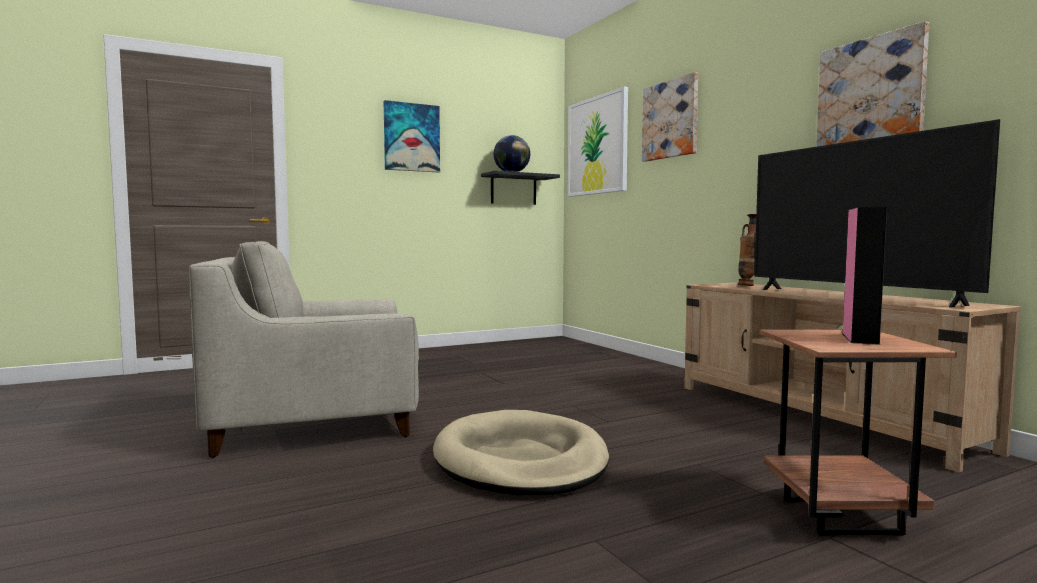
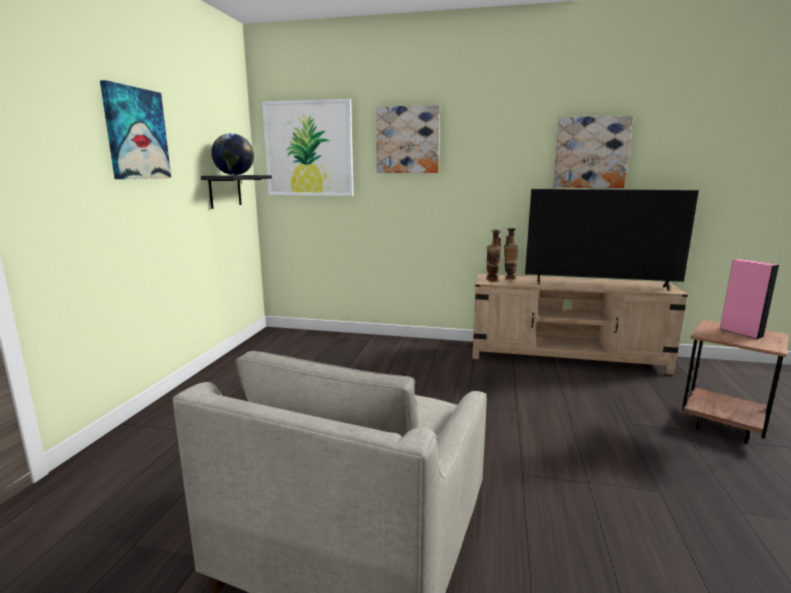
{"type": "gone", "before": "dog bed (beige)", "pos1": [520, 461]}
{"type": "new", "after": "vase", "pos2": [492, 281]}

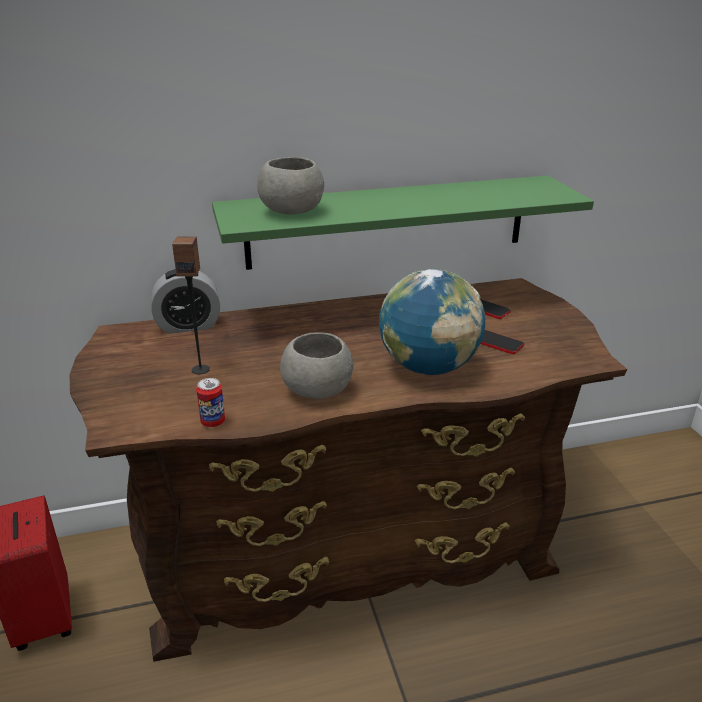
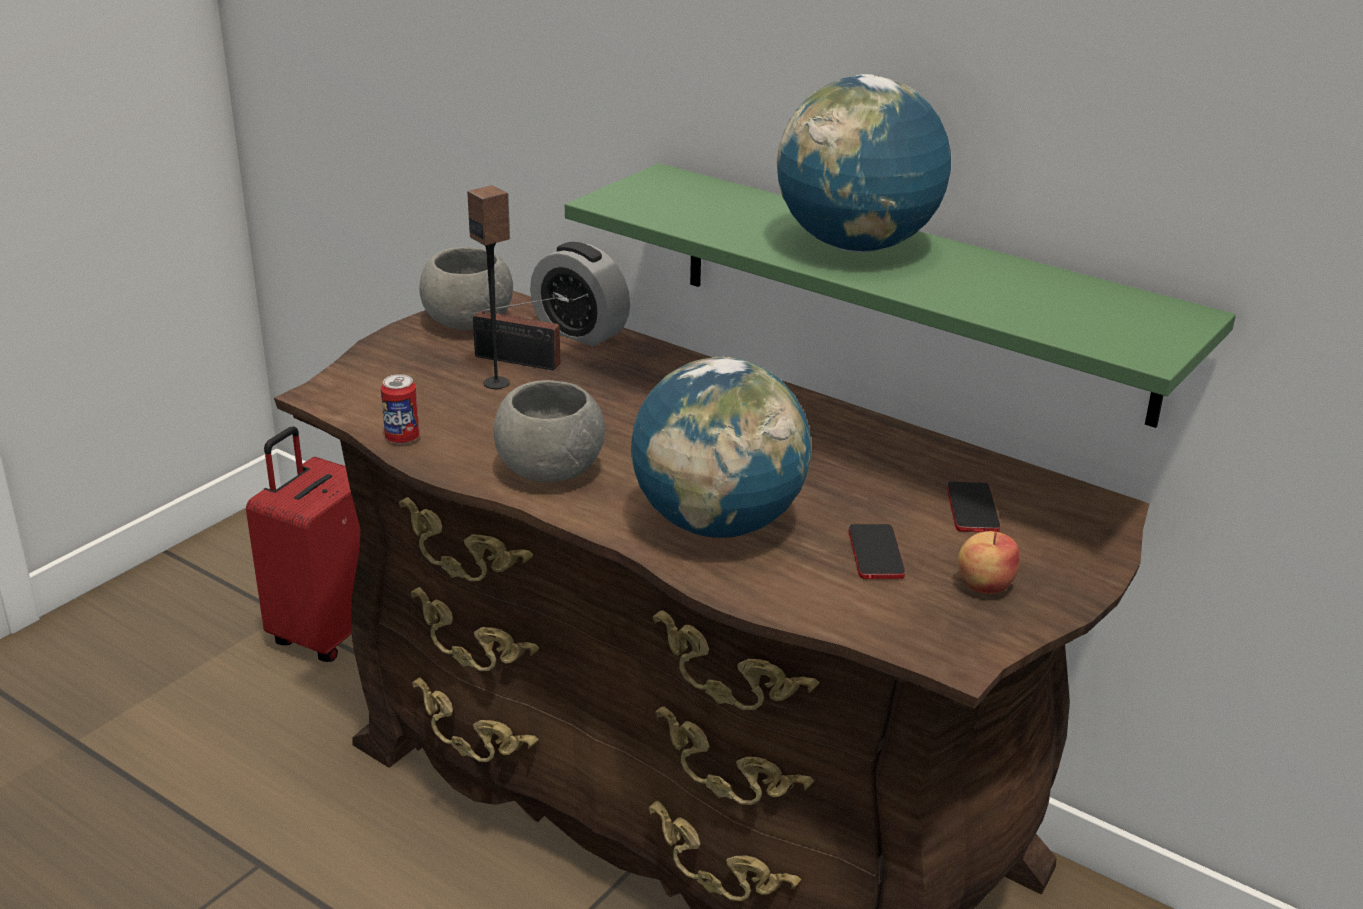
{"type": "new", "after": "radio", "pos2": [521, 362]}
{"type": "new", "after": "globe", "pos2": [856, 246]}
{"type": "new", "after": "apple", "pos2": [985, 585]}
{"type": "shifted", "before": "bowl (grey)", "pos1": [291, 211], "pos2": [468, 323]}

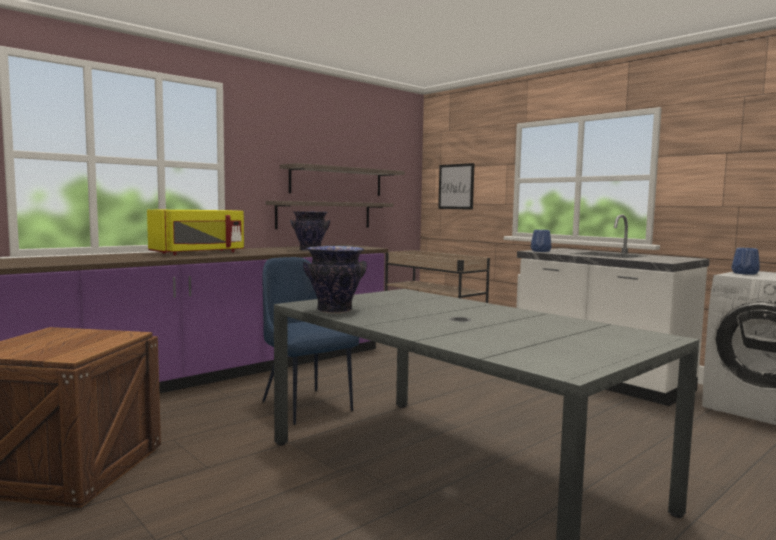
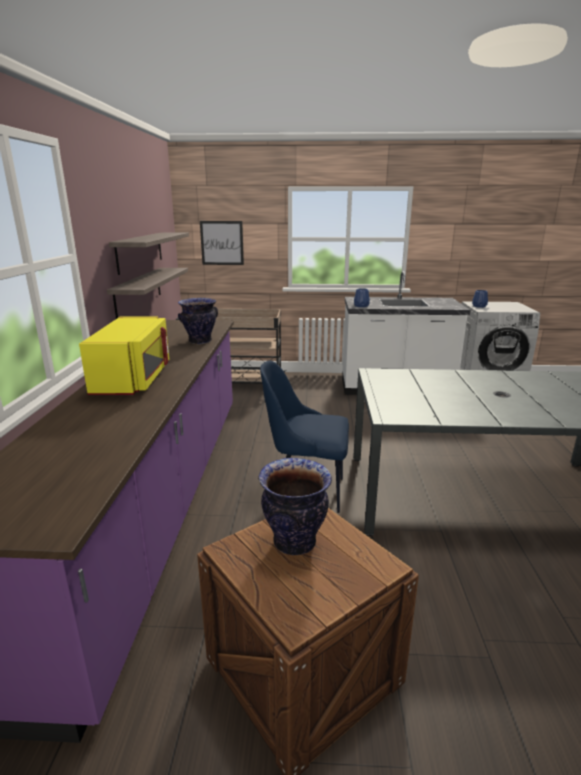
{"type": "shifted", "before": "vase", "pos1": [335, 311], "pos2": [295, 542]}

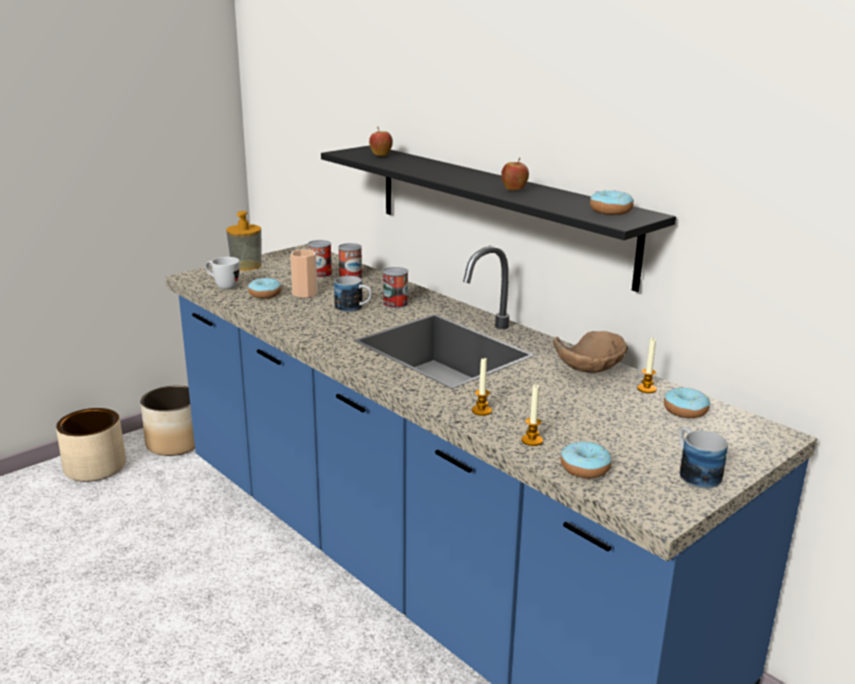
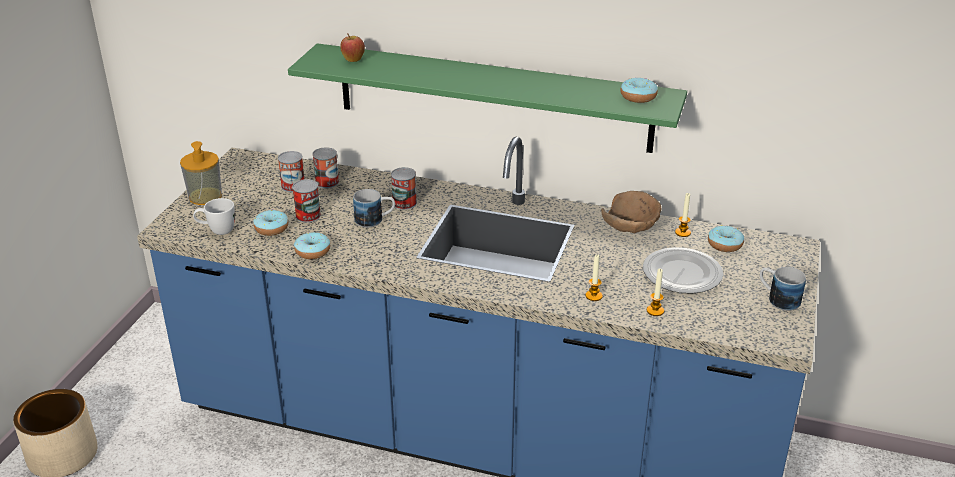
{"type": "gone", "before": "planter", "pos1": [175, 443]}
{"type": "gone", "before": "apple", "pos1": [514, 191]}
{"type": "new", "after": "plate", "pos2": [683, 274]}
{"type": "shifted", "before": "donut", "pos1": [584, 468], "pos2": [312, 251]}
{"type": "swapped", "before": "cup", "after": "can", "pos1": [305, 293], "pos2": [308, 215]}
{"type": "repainted", "before": "shelf (black)", "after": "shelf (green)", "pos1": [498, 211], "pos2": [493, 97]}

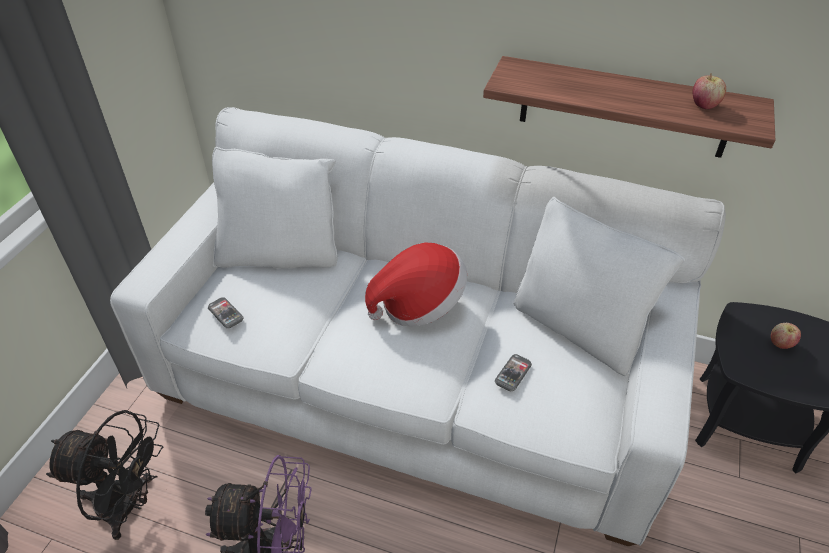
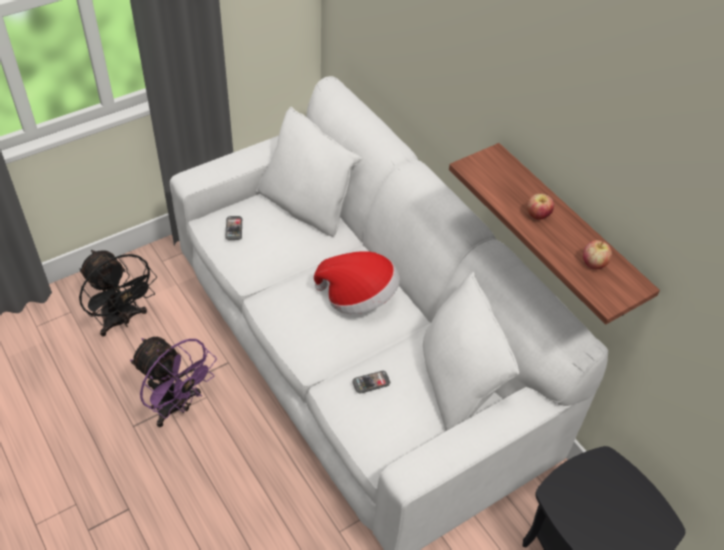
{"type": "shifted", "before": "apple", "pos1": [780, 344], "pos2": [537, 215]}

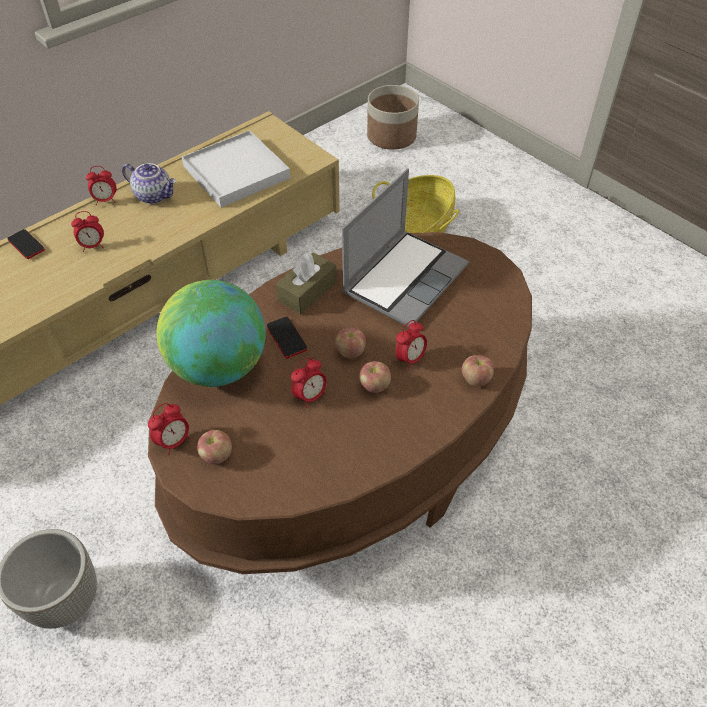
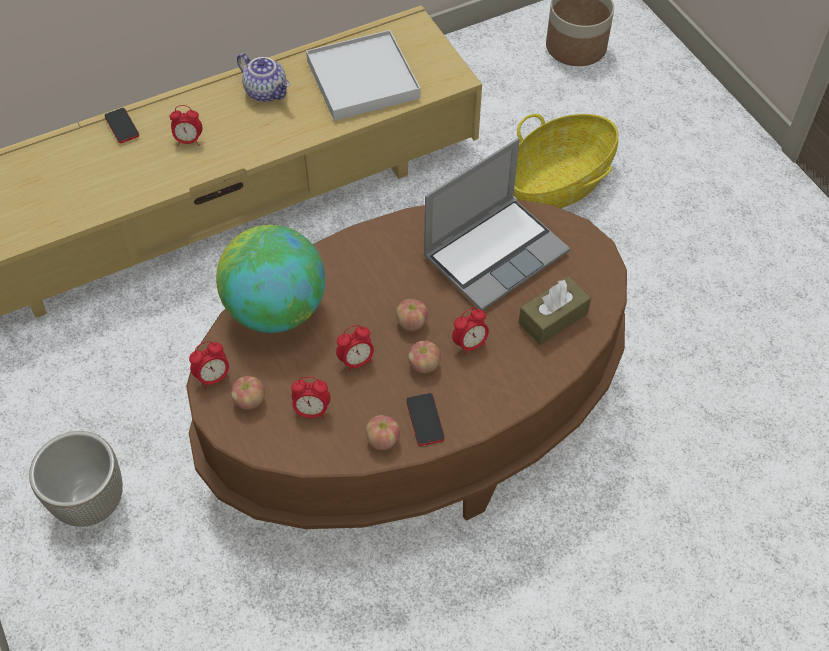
{"type": "shifted", "before": "alarm clock", "pos1": [106, 200], "pos2": [312, 411]}
{"type": "shifted", "before": "phone", "pos1": [286, 338], "pos2": [425, 420]}
{"type": "shifted", "before": "tissue box (brown)", "pos1": [307, 291], "pos2": [553, 318]}
{"type": "shifted", "before": "apple", "pos1": [475, 379], "pos2": [382, 440]}

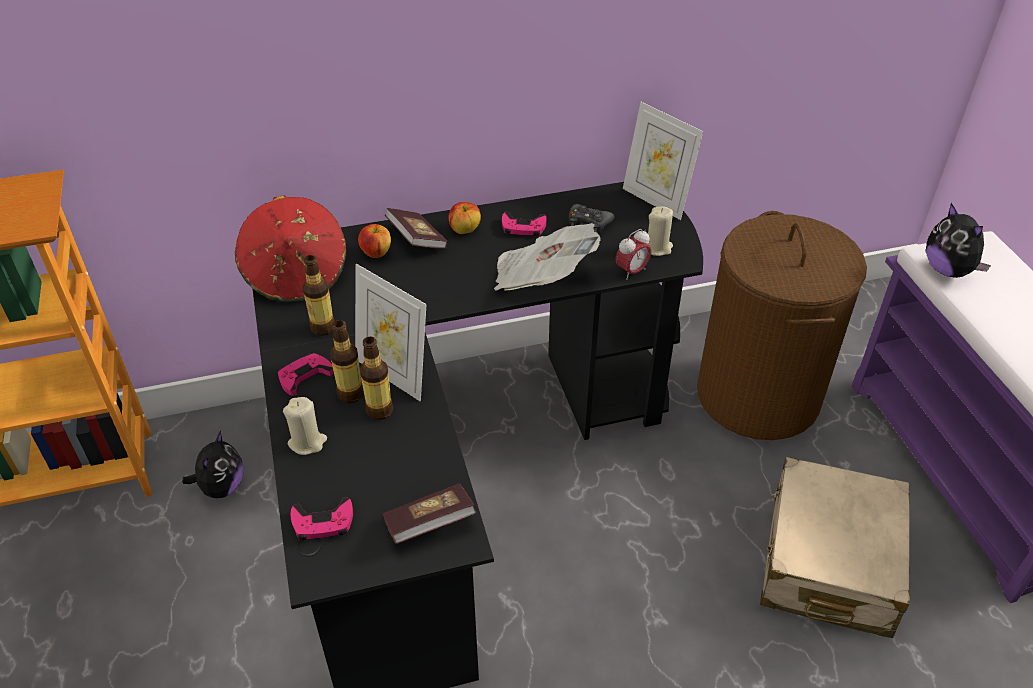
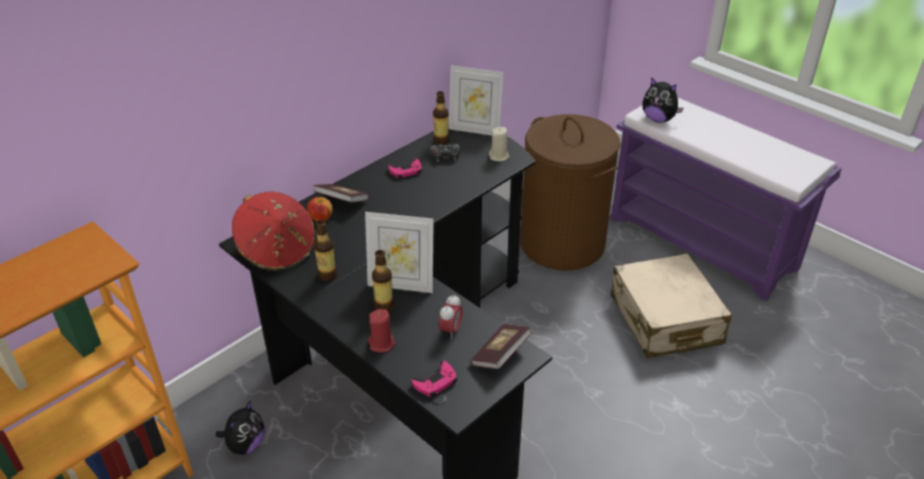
{"type": "gone", "before": "game controller (pink)", "pos1": [304, 376]}
{"type": "gone", "before": "apple", "pos1": [465, 230]}
{"type": "gone", "before": "newspaper", "pos1": [542, 279]}
{"type": "shifted", "before": "bottle", "pos1": [379, 410], "pos2": [441, 141]}
{"type": "shifted", "before": "alarm clock", "pos1": [631, 272], "pos2": [451, 330]}
{"type": "repainted", "before": "candle (beige)", "after": "candle (red)", "pos1": [307, 442], "pos2": [382, 344]}
{"type": "rotated", "before": "plush toy", "pos1": [221, 487], "pos2": [245, 445], "turn": 45}

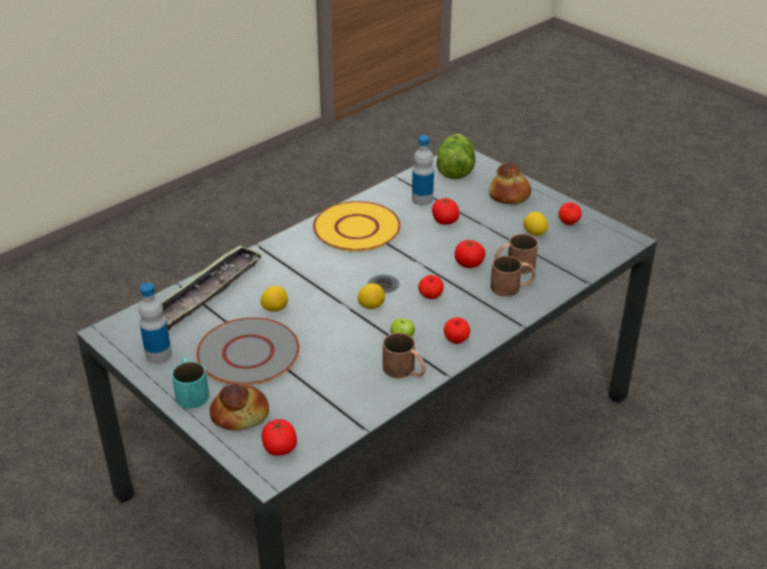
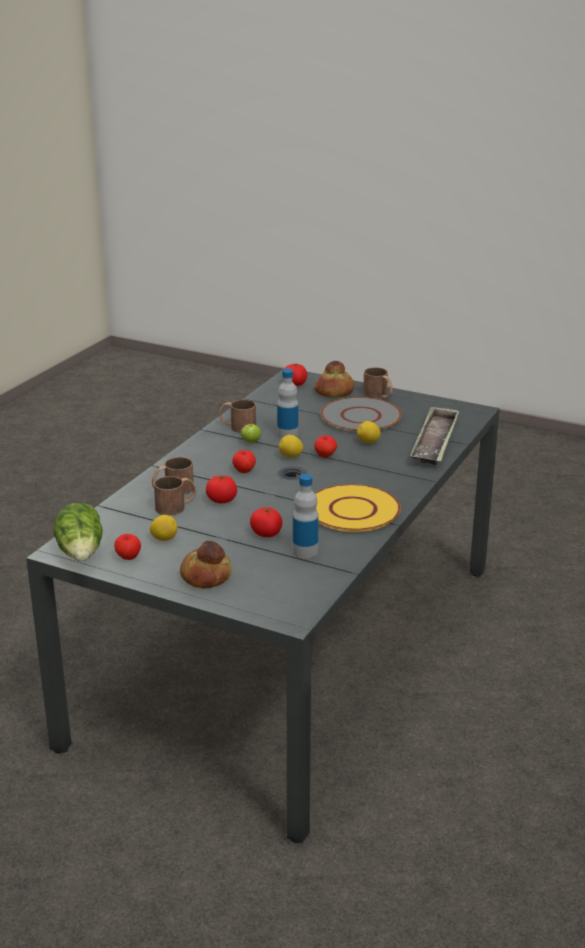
{"type": "shifted", "before": "bottle", "pos1": [158, 354], "pos2": [287, 435]}
{"type": "shifted", "before": "lettuce", "pos1": [454, 169], "pos2": [81, 553]}
{"type": "shifted", "before": "apple", "pos1": [456, 340], "pos2": [325, 456]}
{"type": "repainted", "before": "mug (turquoise)", "after": "mug (brown)", "pos1": [190, 391], "pos2": [379, 395]}

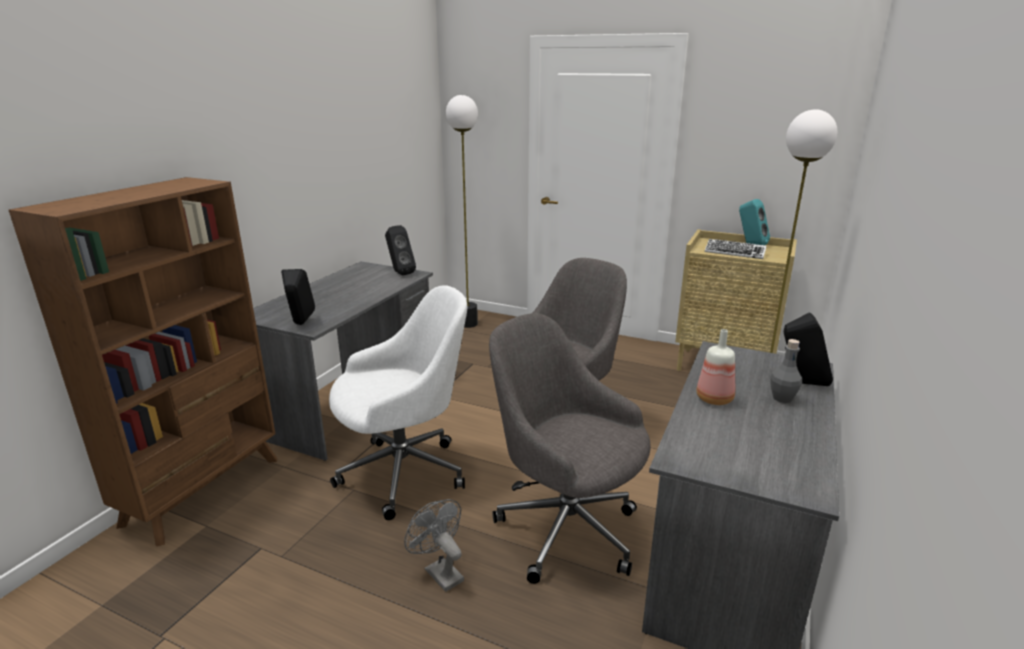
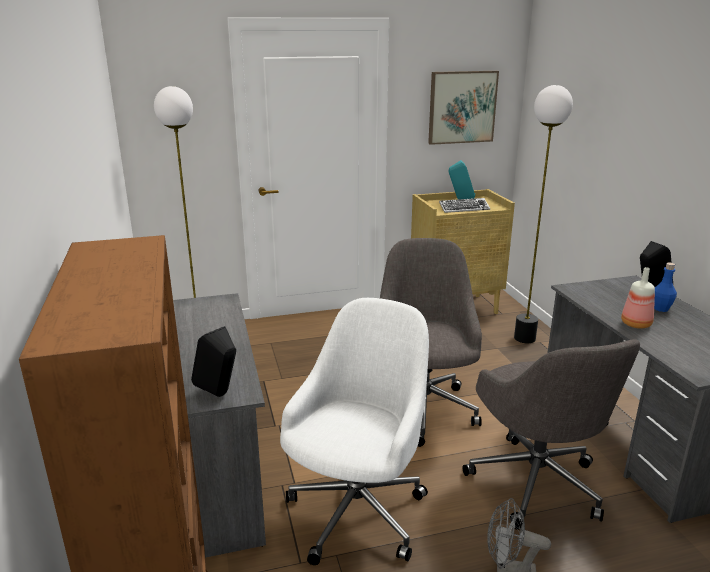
{"type": "gone", "before": "speaker (black)", "pos1": [399, 273]}
{"type": "new", "after": "picture", "pos2": [462, 107]}
{"type": "repainted", "before": "bottle (grey)", "after": "bottle (blue)", "pos1": [782, 398], "pos2": [661, 309]}
{"type": "rotated", "before": "office chair (grey)", "pos1": [565, 530], "pos2": [536, 484], "turn": -105}

